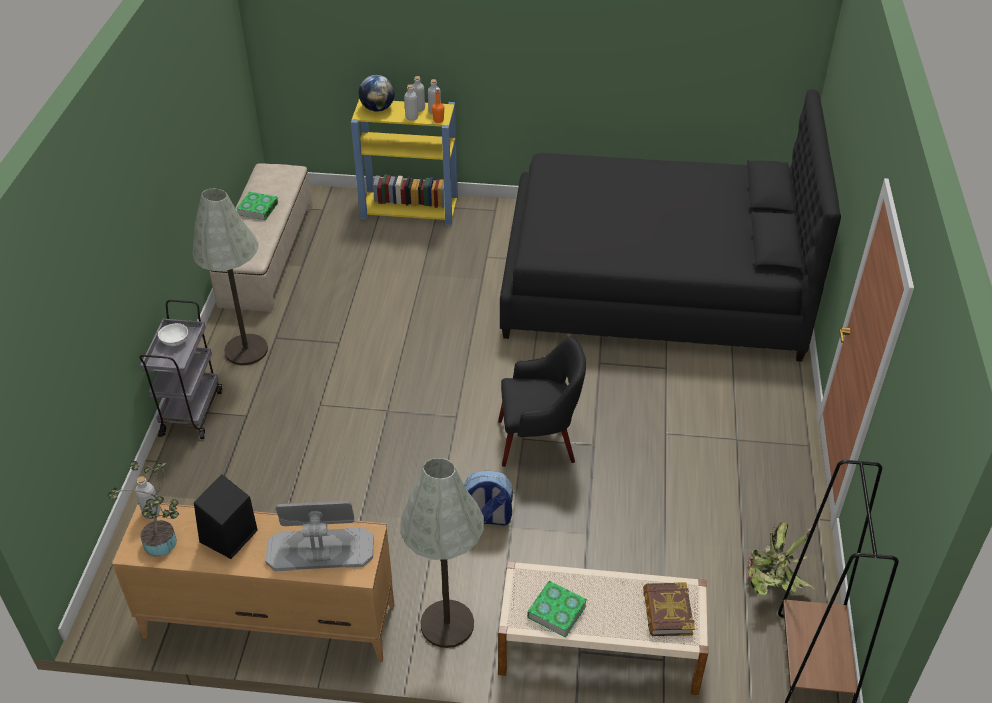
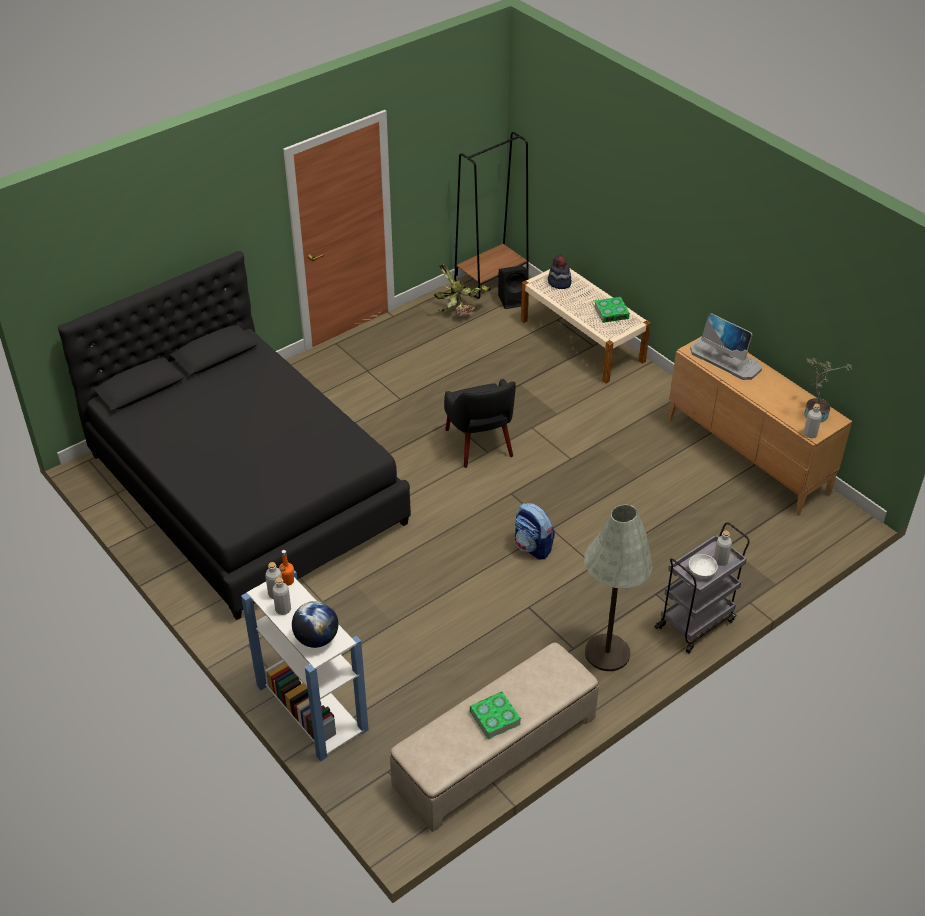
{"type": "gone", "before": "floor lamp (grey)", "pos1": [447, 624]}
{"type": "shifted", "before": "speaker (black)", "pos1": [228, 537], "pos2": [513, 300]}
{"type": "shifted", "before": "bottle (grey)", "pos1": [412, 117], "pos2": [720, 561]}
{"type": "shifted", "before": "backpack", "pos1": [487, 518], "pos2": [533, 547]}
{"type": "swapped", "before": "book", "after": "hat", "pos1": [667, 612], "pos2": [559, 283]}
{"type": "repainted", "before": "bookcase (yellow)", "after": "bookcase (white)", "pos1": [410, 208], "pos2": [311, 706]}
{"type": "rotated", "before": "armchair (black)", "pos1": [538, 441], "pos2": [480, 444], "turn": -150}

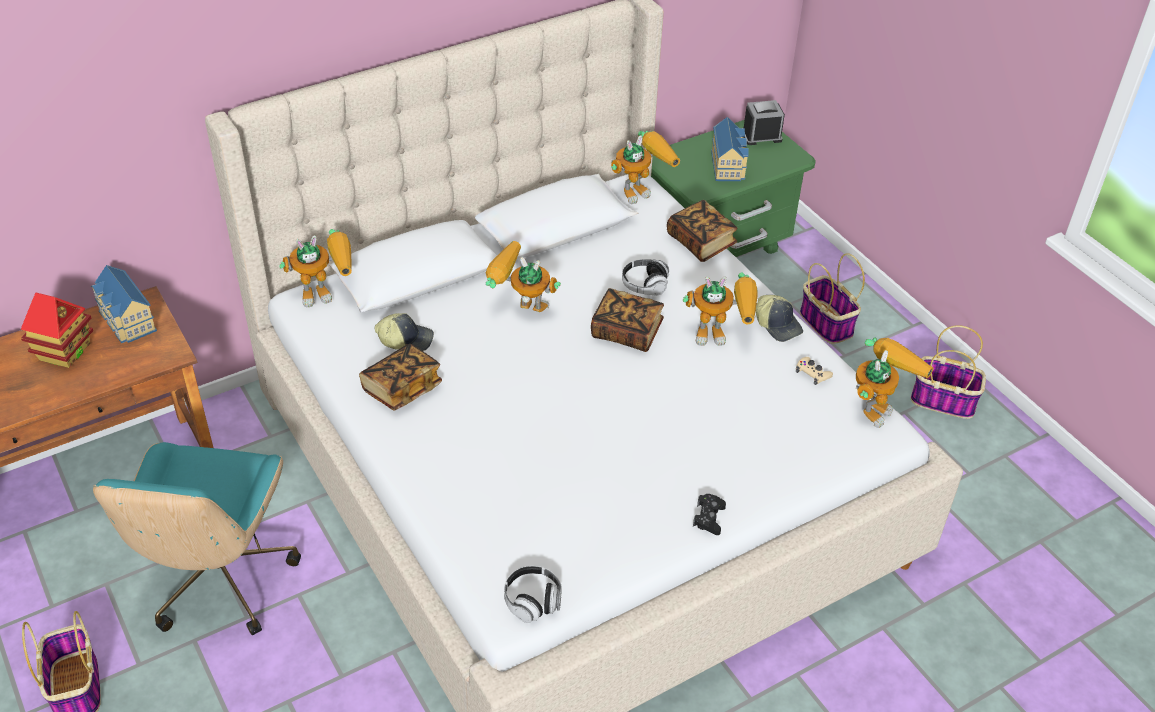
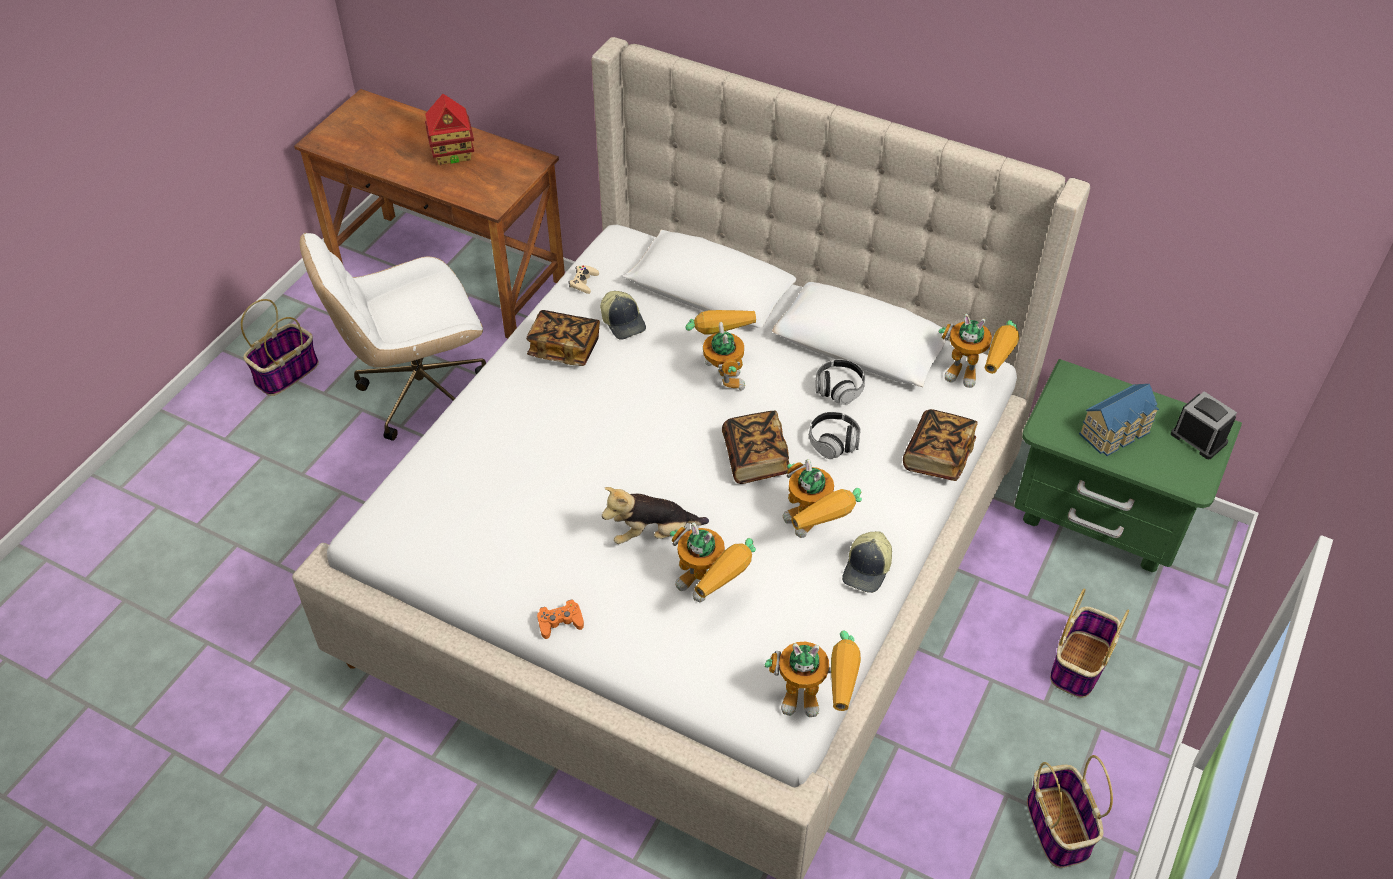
{"type": "gone", "before": "toy house", "pos1": [126, 321]}
{"type": "new", "after": "plush toy", "pos2": [653, 533]}
{"type": "shifted", "before": "toy robot", "pos1": [327, 292], "pos2": [710, 590]}
{"type": "shifted", "before": "headphones", "pos1": [533, 601], "pos2": [839, 389]}
{"type": "shifted", "before": "game controller (beige)", "pos1": [812, 373], "pos2": [583, 282]}
{"type": "repainted", "before": "office chair (turquoise)", "after": "office chair (white)", "pos1": [221, 586], "pos2": [418, 395]}
{"type": "repainted", "before": "game controller (black)", "after": "game controller (orange)", "pos1": [709, 518], "pos2": [560, 622]}

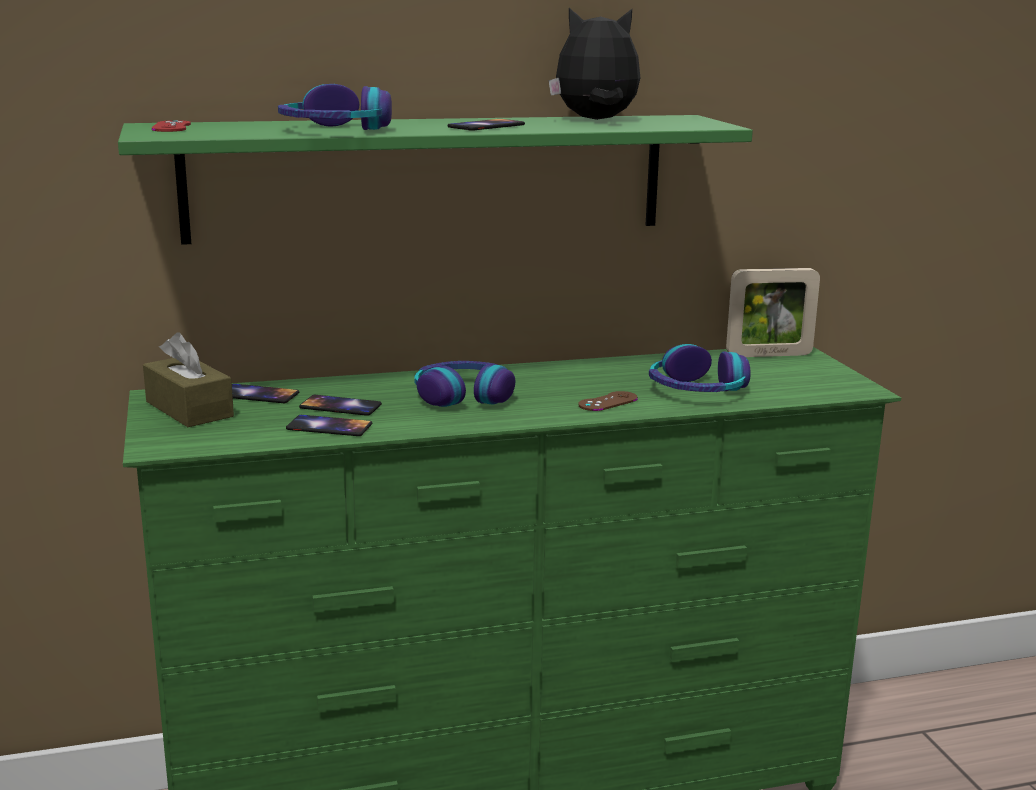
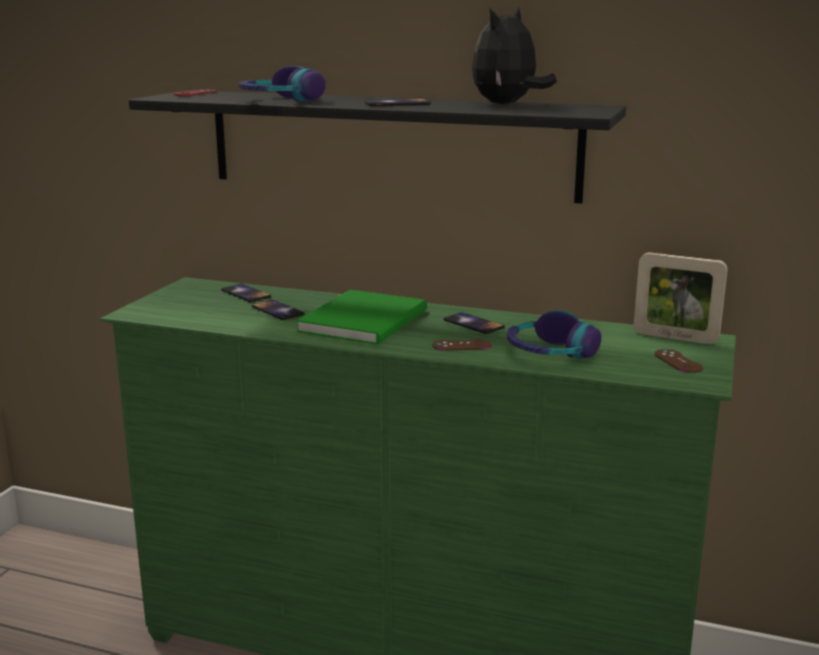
{"type": "gone", "before": "tissue box (brown)", "pos1": [189, 409]}
{"type": "new", "after": "game controller (brown)", "pos2": [678, 361]}
{"type": "shifted", "before": "phone", "pos1": [329, 426], "pos2": [473, 324]}
{"type": "swapped", "before": "headphones", "after": "book (green)", "pos1": [463, 396], "pos2": [368, 320]}
{"type": "repainted", "before": "shelf (green)", "after": "shelf (black)", "pos1": [429, 177], "pos2": [389, 144]}
{"type": "rotated", "before": "plush toy", "pos1": [596, 120], "pos2": [507, 104], "turn": -90}

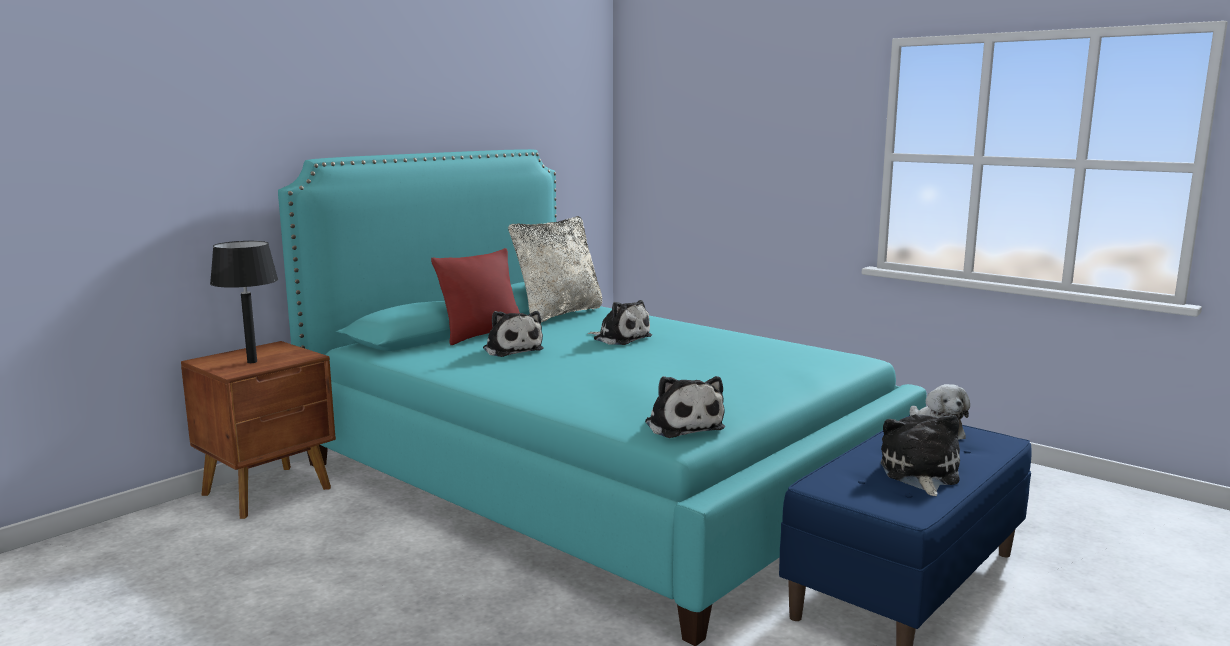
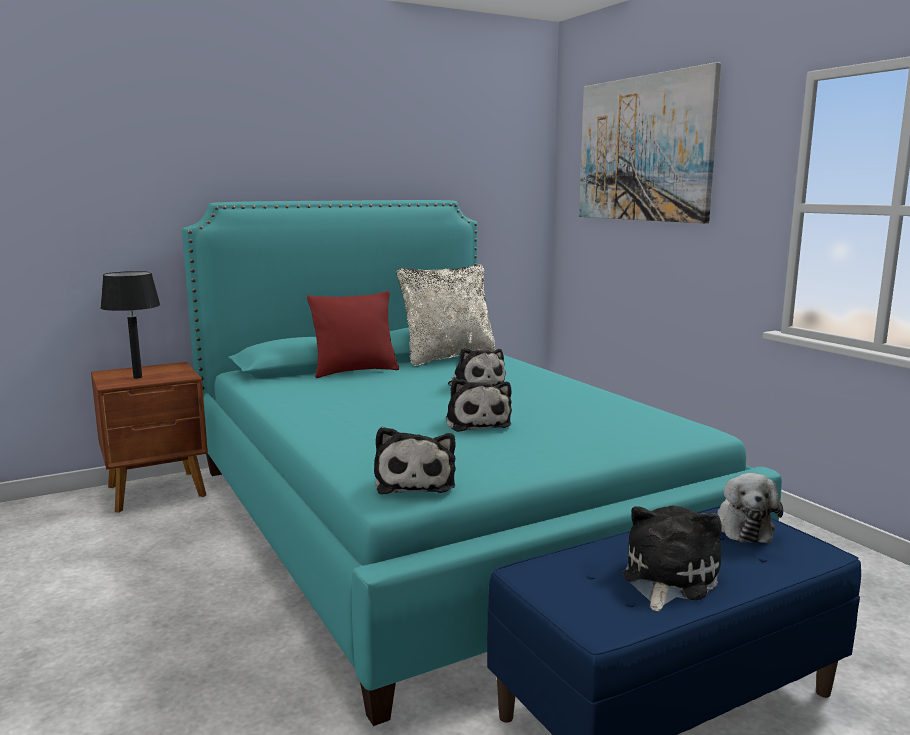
{"type": "new", "after": "picture", "pos2": [644, 149]}
{"type": "shifted", "before": "plush toy", "pos1": [512, 349], "pos2": [477, 423]}

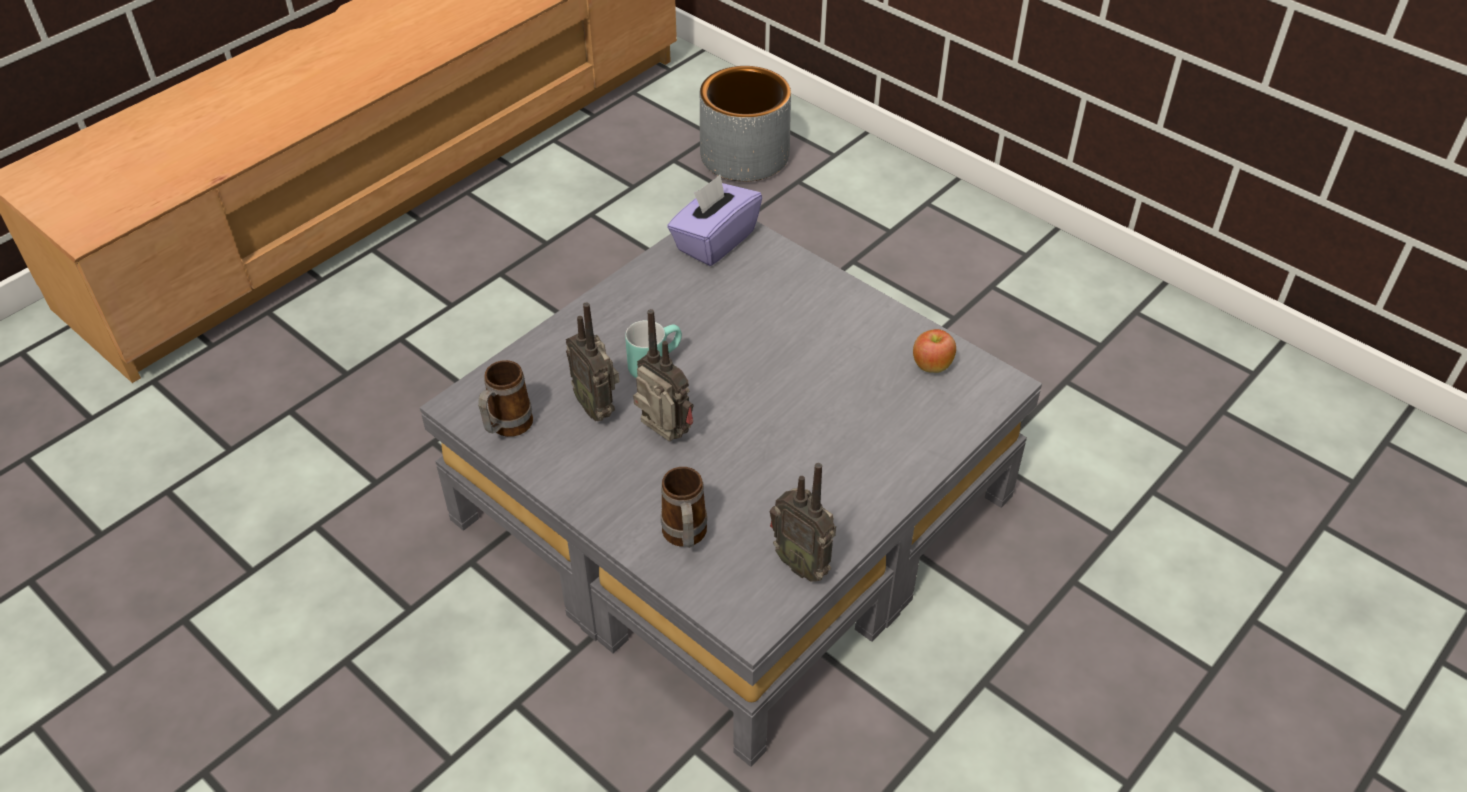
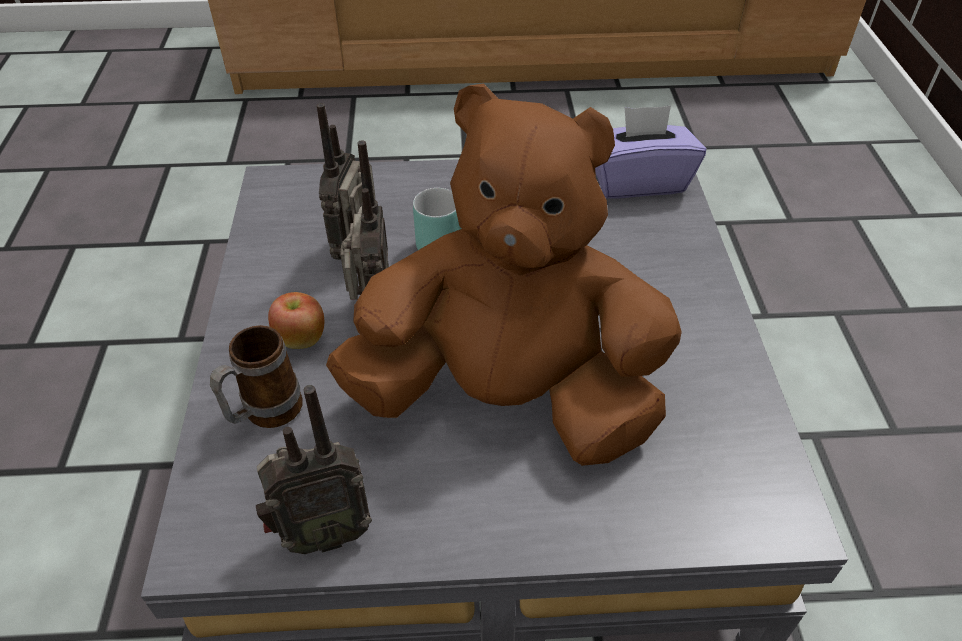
{"type": "gone", "before": "mug", "pos1": [506, 428]}
{"type": "gone", "before": "planter (grey)", "pos1": [745, 157]}
{"type": "new", "after": "plush toy (brown)", "pos2": [508, 397]}
{"type": "shifted", "before": "apple", "pos1": [932, 366], "pos2": [301, 339]}
{"type": "rotated", "before": "radio", "pos1": [803, 563], "pos2": [323, 533], "turn": -105}

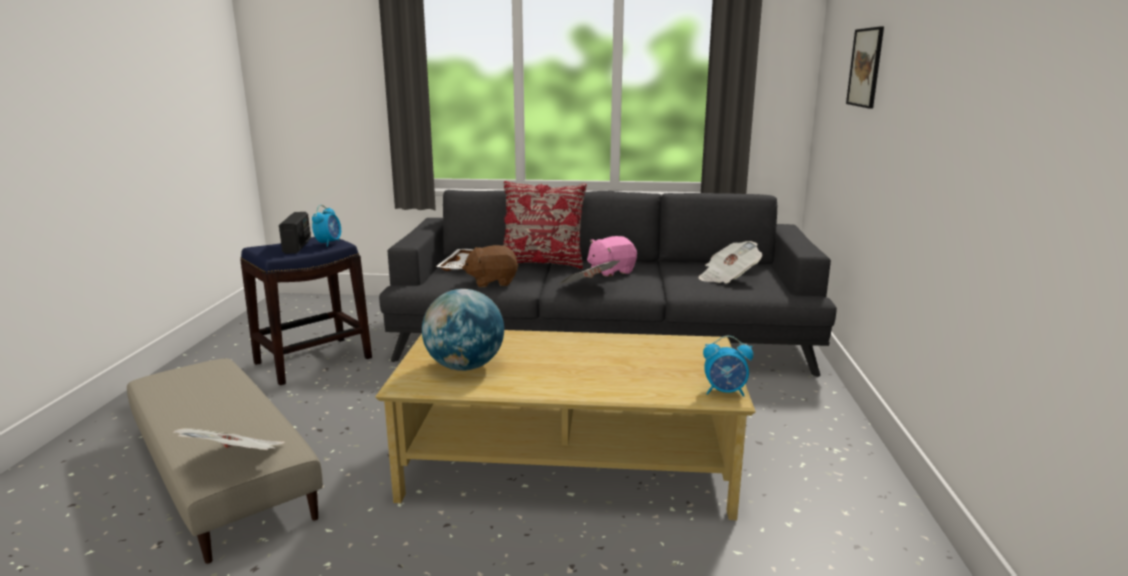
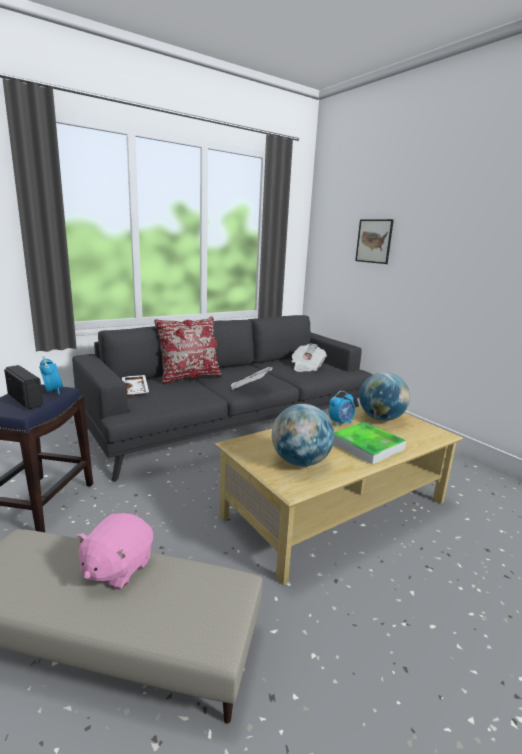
{"type": "gone", "before": "newspaper", "pos1": [236, 461]}
{"type": "gone", "before": "plush toy (brown)", "pos1": [492, 282]}
{"type": "new", "after": "tray", "pos2": [367, 446]}
{"type": "new", "after": "globe", "pos2": [381, 419]}
{"type": "shifted", "before": "plush toy (pink)", "pos1": [611, 271], "pos2": [117, 568]}
{"type": "shifted", "before": "alarm clock", "pos1": [725, 392], "pos2": [340, 423]}

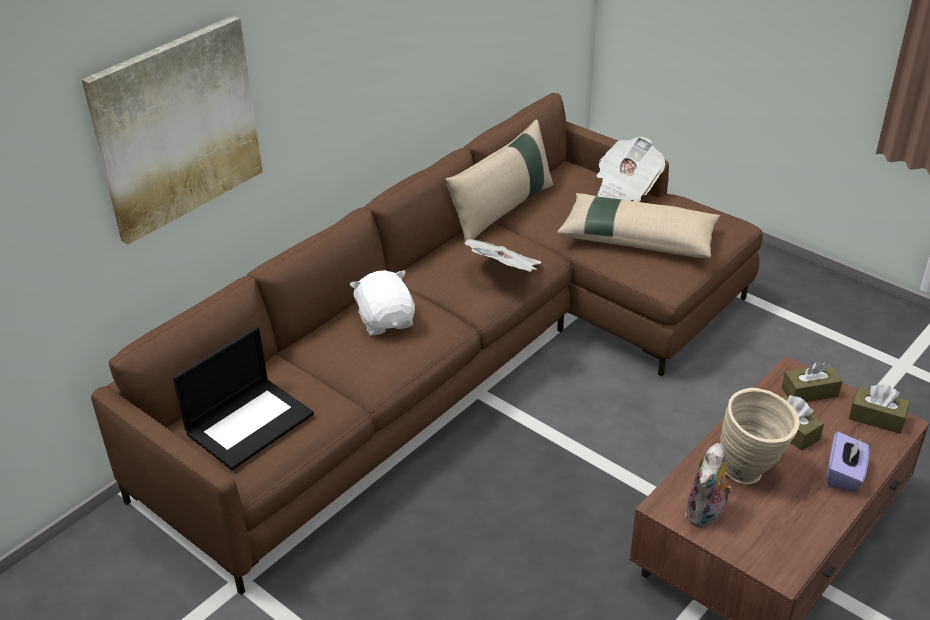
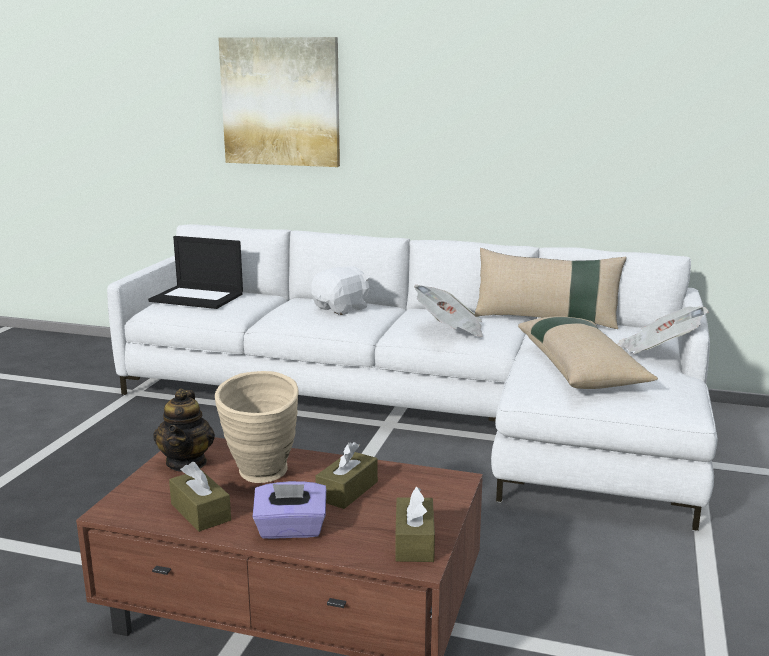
{"type": "shifted", "before": "tissue box (brown)", "pos1": [809, 392], "pos2": [200, 512]}
{"type": "swapped", "before": "plush toy", "after": "teapot", "pos1": [706, 514], "pos2": [187, 463]}
{"type": "repainted", "before": "sofa (brown)", "after": "sofa (white)", "pos1": [464, 359], "pos2": [424, 412]}

